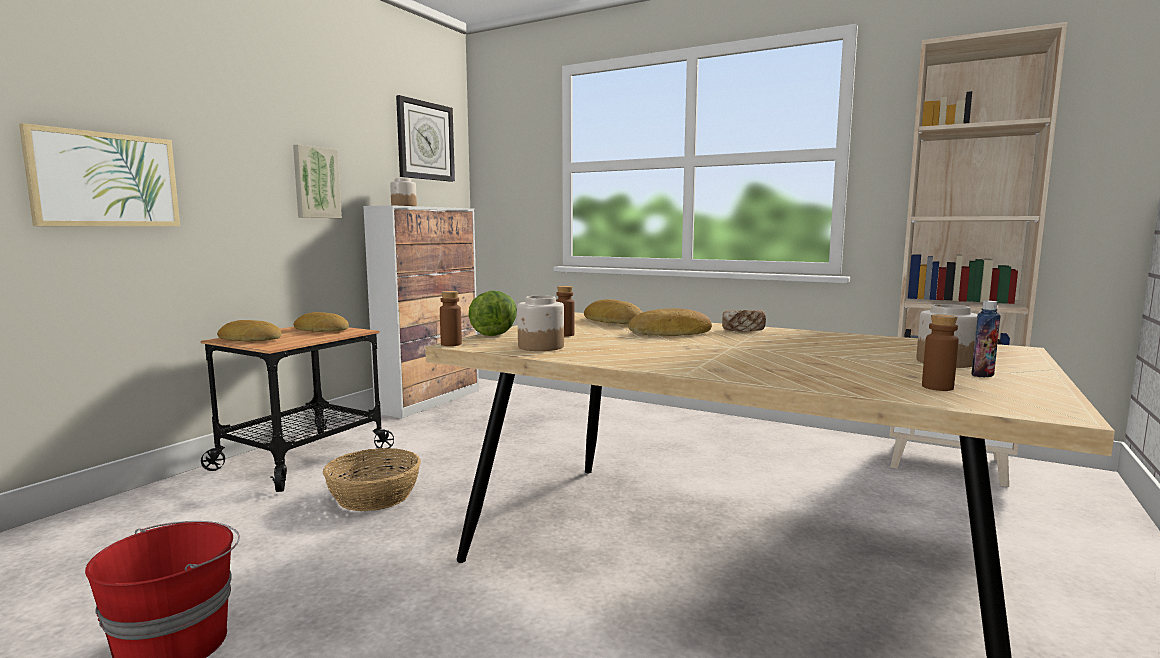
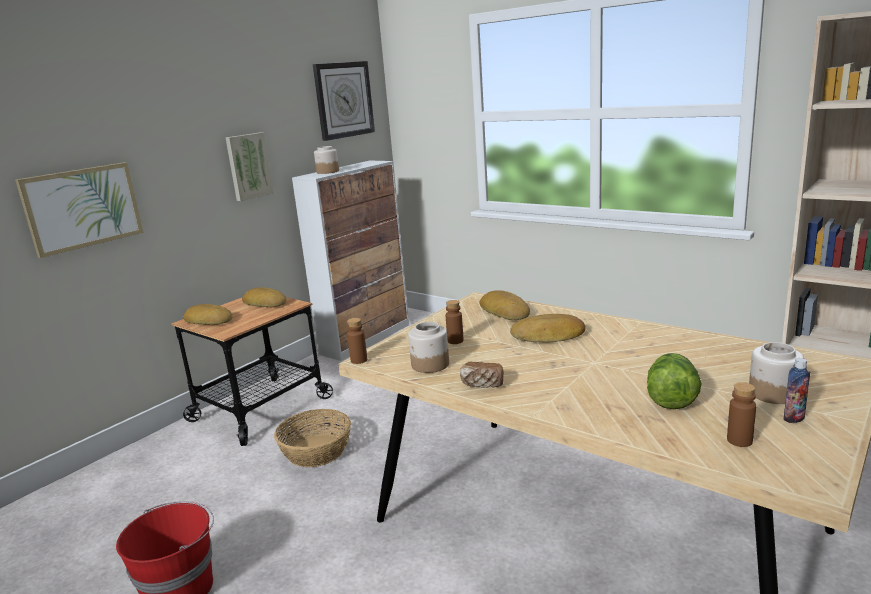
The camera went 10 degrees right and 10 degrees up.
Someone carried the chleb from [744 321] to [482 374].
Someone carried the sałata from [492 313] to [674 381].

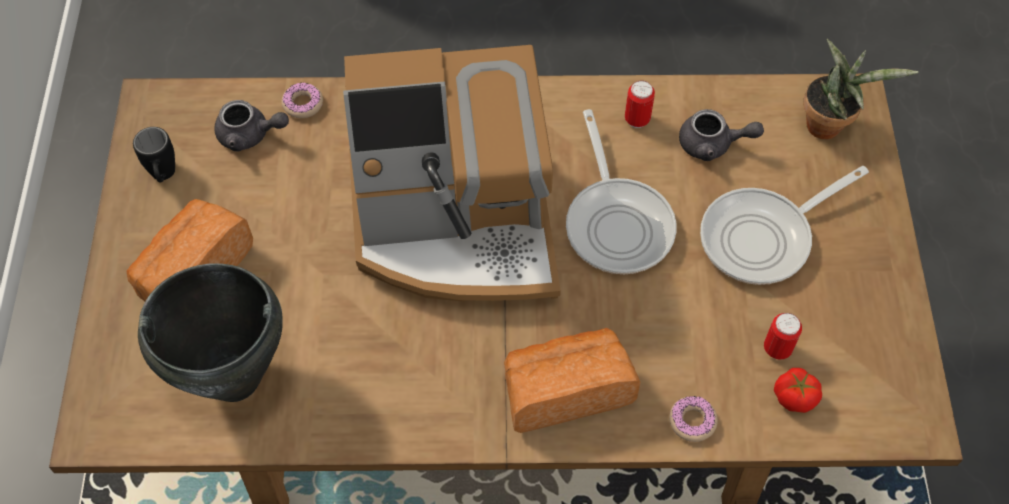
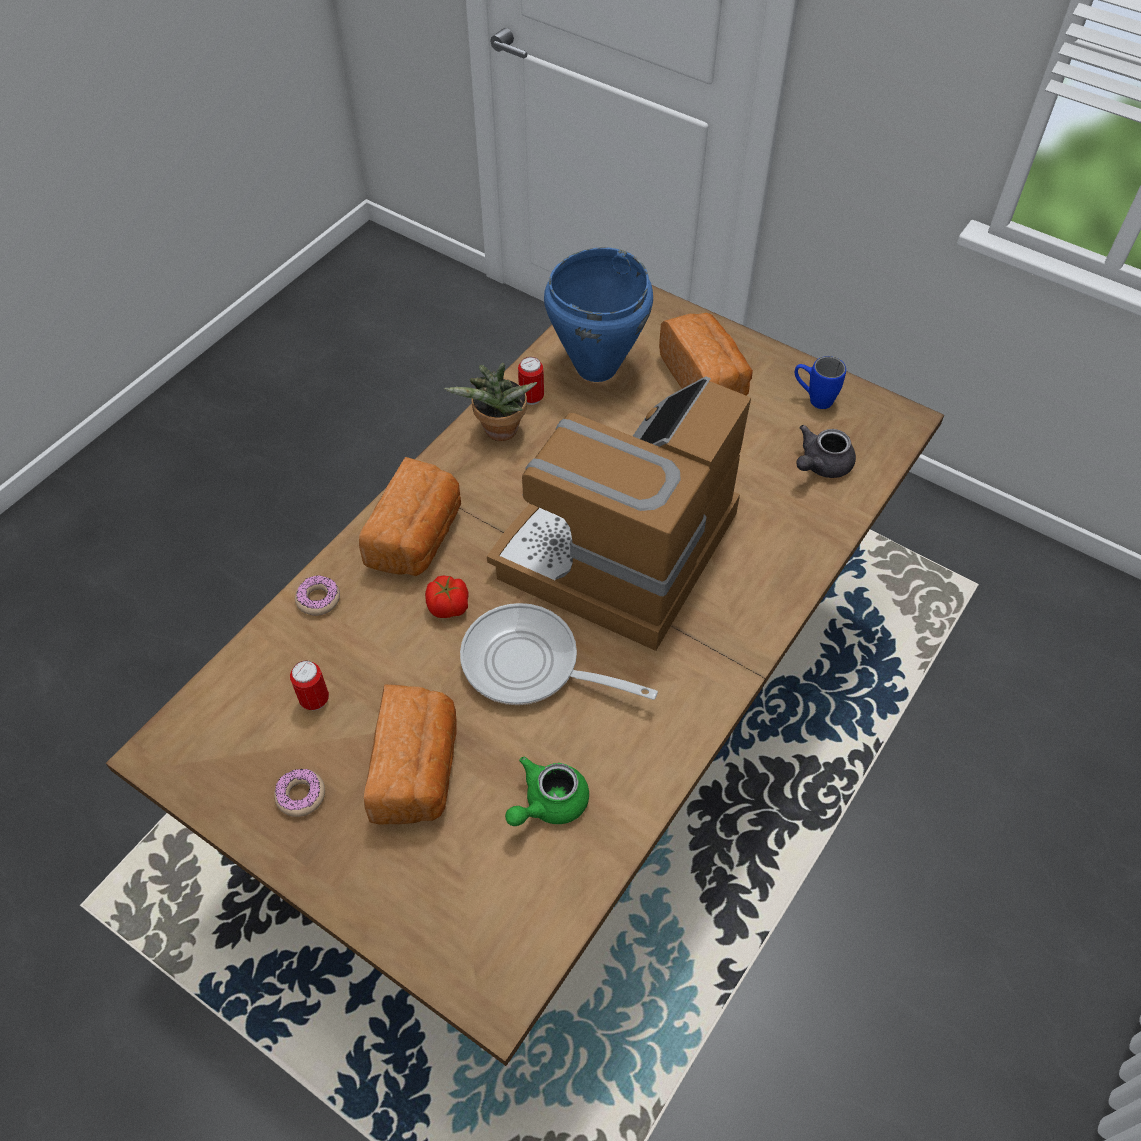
The camera went 125 degrees right and 5 degrees down.
Someone carried the donut from [302 100] to [299 793].
Someone swapped the patelnia at [784 225] for the chleb at [410 754].
Someone carried the pomidor from [798 390] to [447 596].
Someone carried the roślina doniczkowa from [860 89] to [491 402].
Someone repainted the imbryk (szary) at [721 135], which became the imbryk (zielony) at [547 791].
Someone carried the puszka from [640 104] to [531 381].
Someone repainted the garnek (czarny) at [210 332], which became the garnek (niebieski) at [598 314].
Someone repainted the kubek (czarny) at [154 155], which became the kubek (niebieski) at [820 382].

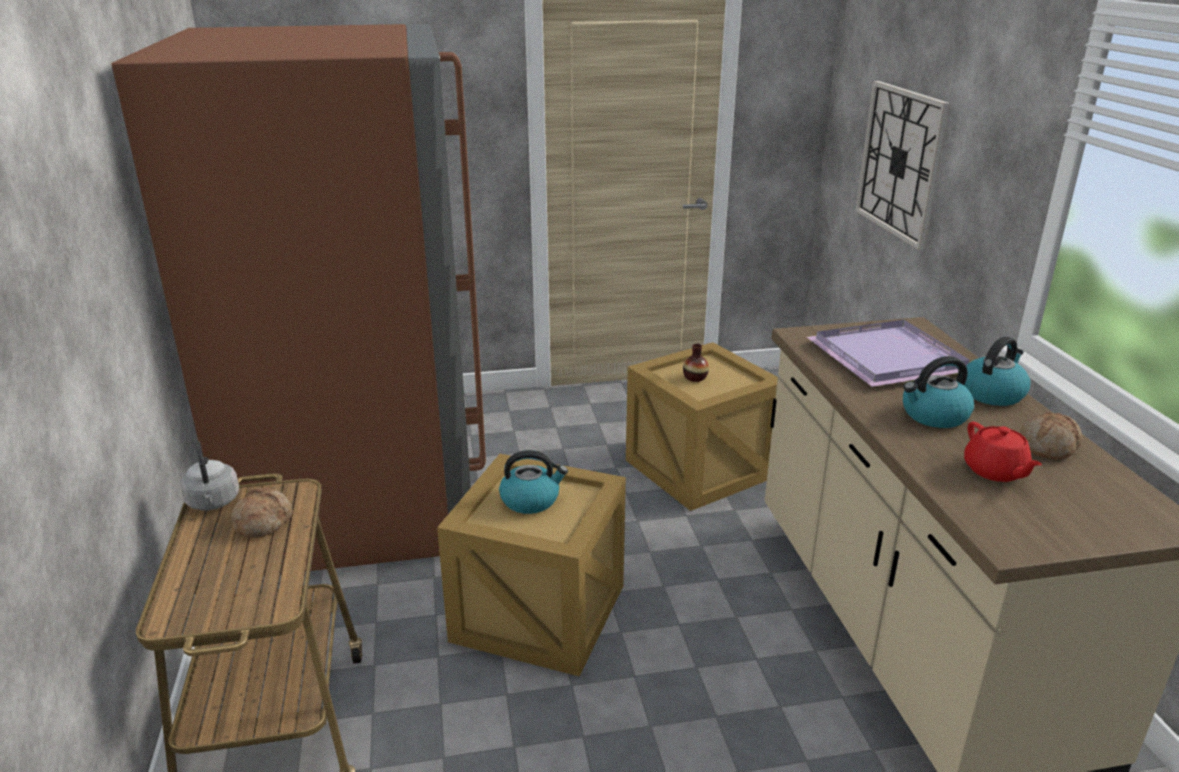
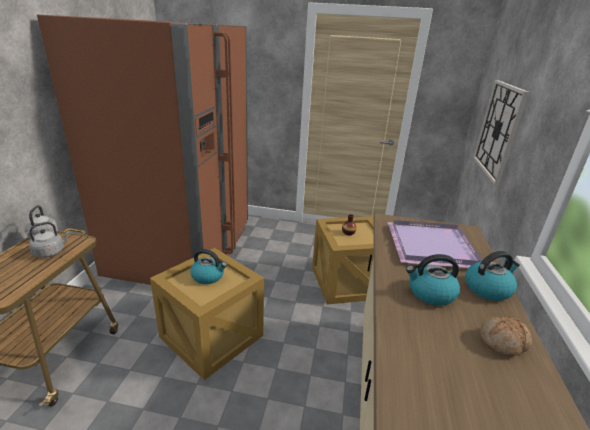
The camera went 20 degrees right and 0 degrees up.
Someone swapped the chleb at [262 513] for the czajnik (szary) at [50 240].
Someone took away the imbryk (czerwony) at [1003 452].

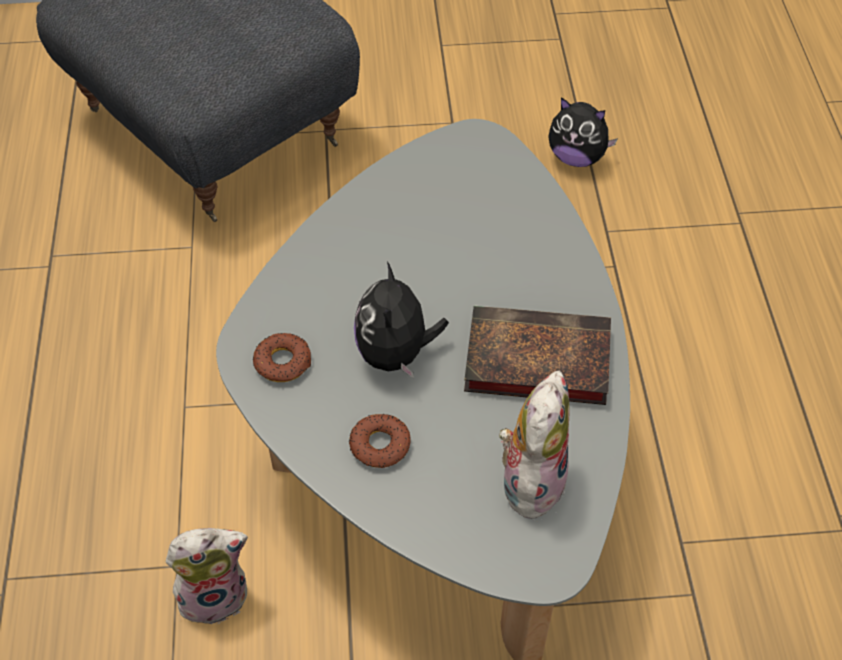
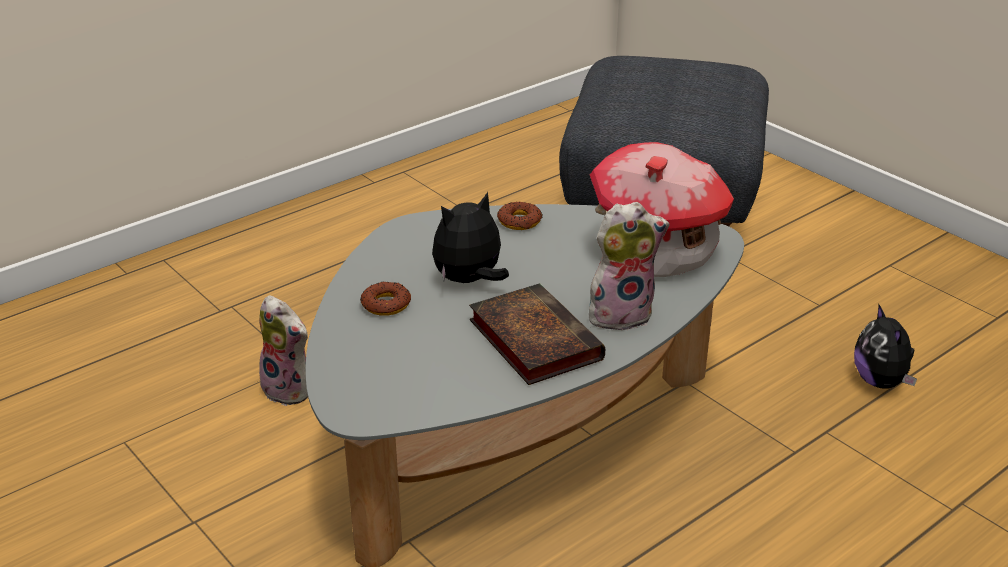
The camera went 55 degrees right and 20 degrees down.
Someone carried the donut from [282 357] to [520 215].
Someone carried the pluszak from [534 445] to [629 266].
Someone put down the domek at [662 209].

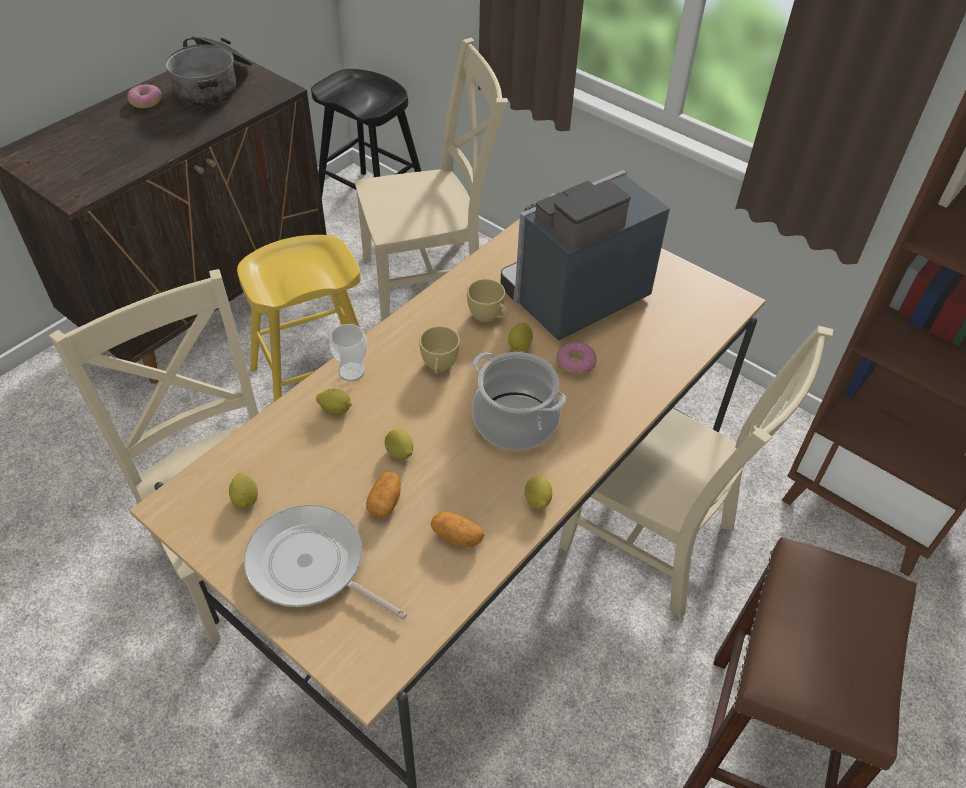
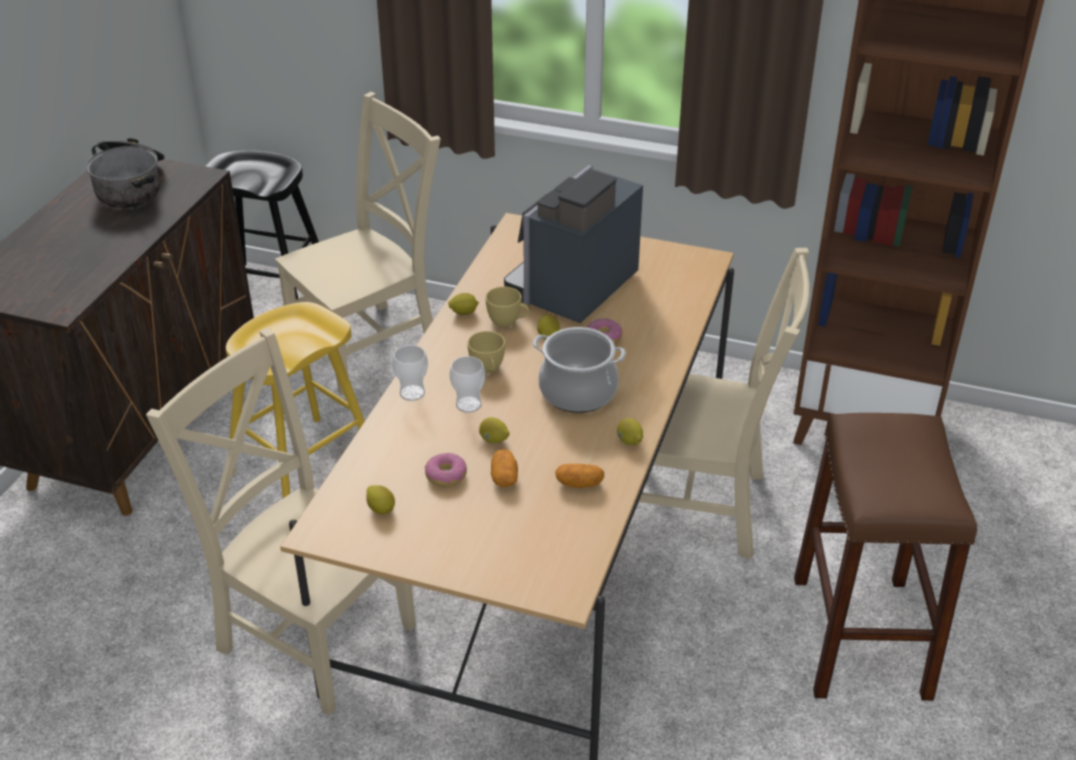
The camera went 20 degrees left and 10 degrees down.
Someone carried the donut from [144 96] to [446 470].
Someone carried the cytryna from [334 402] to [463 304].
Someone put down the filiżanka at [467 384].
Someone took away the patelnia at [325 562].

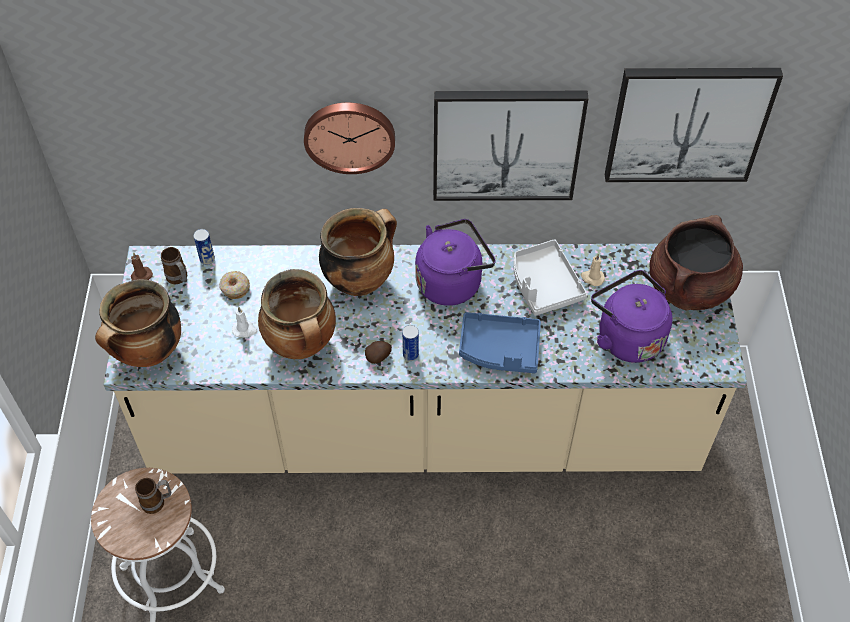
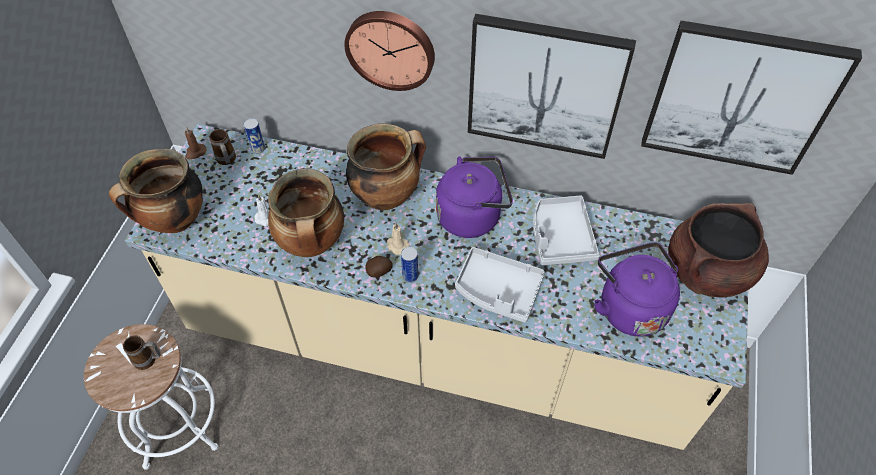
The camera went 15 degrees right and 0 degrees up.
Someone carried the świeca (beżowy) from [593 270] to [398 239].
Someone repainted the taca (niebieski) at [500 342], which became the taca (szary) at [500 285].
Someone took away the donut at [234 285].

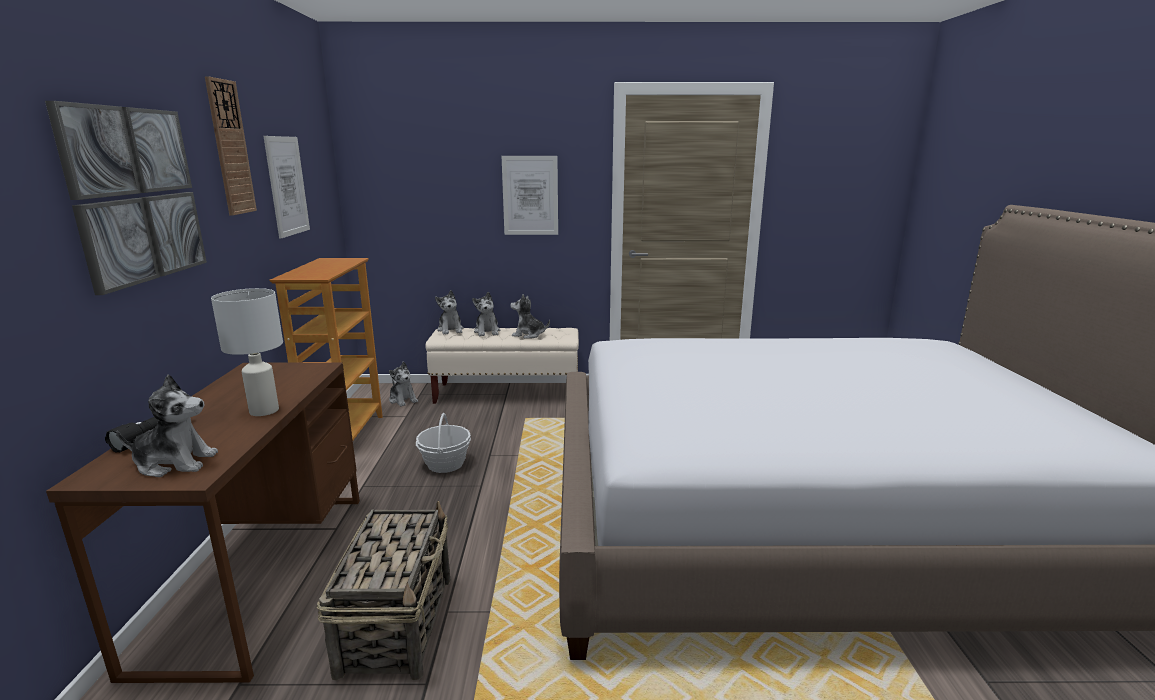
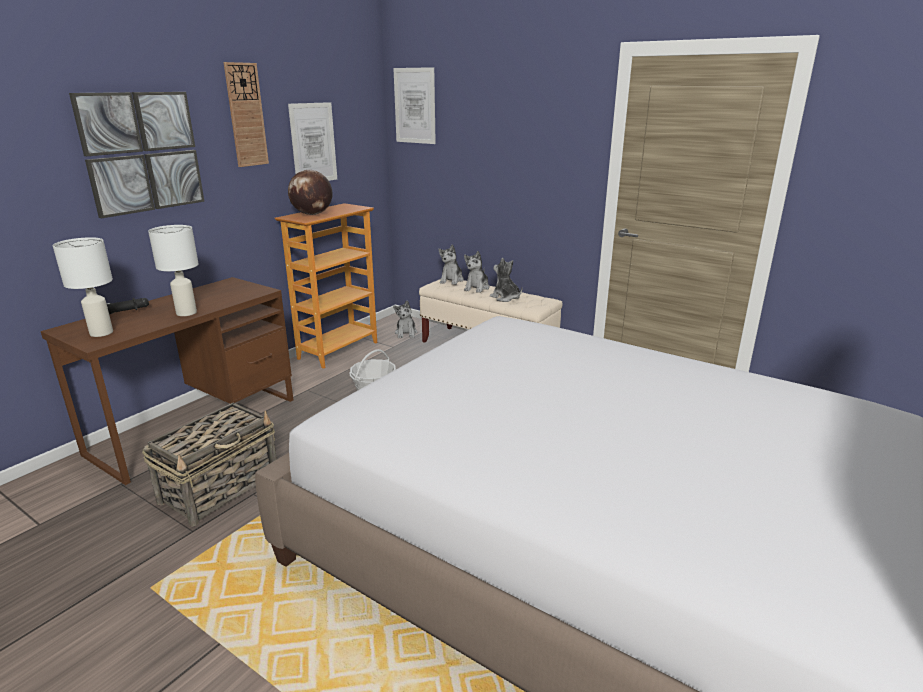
The camera went 35 degrees right and 5 degrees up.
Someone swapped the pluszak at [167 425] for the lampa stołowa (biały) at [83 287].
Someone put down the globus at [310 192].
Someone carried the obraz from [530 195] to [414 105].

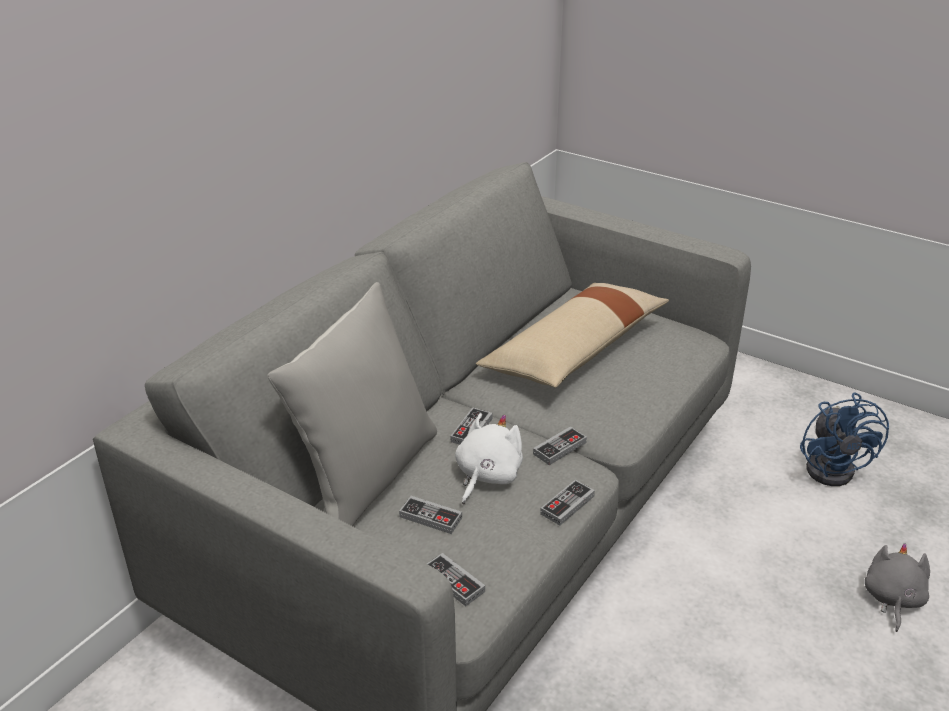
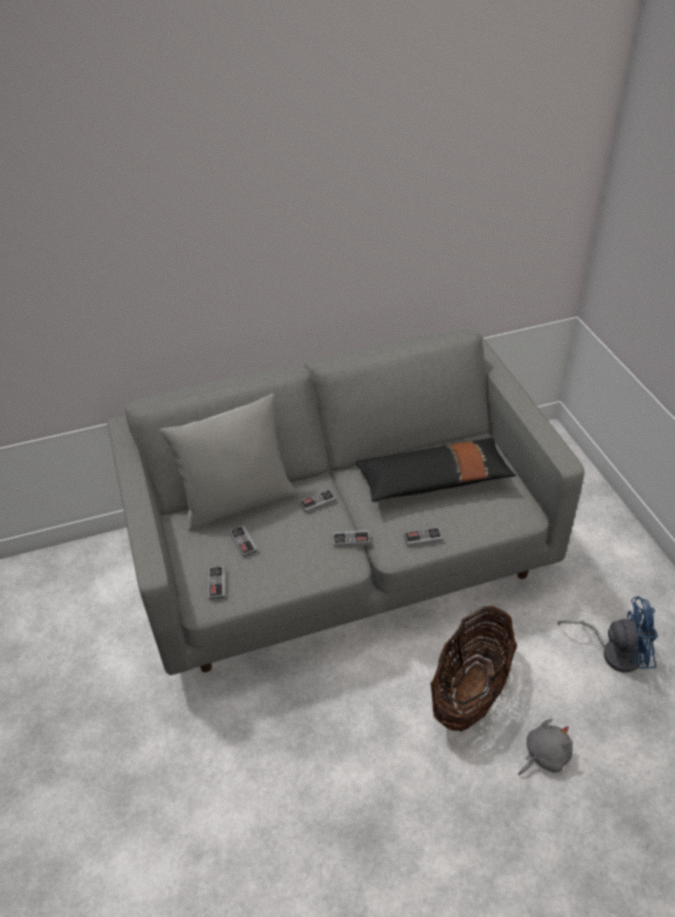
The camera went 40 degrees right and 10 degrees up.
Someone repainted the poduszka (beżowy) at [572 335], which became the poduszka (czarny) at [436 470].
Someone carried the pad do gier from [567 503] to [423 537].
Someone put down the koszyk at [473 668].
Someone rotated the wentylator (niebieski) at [844 439] by 120 degrees counterclockwise.
Someone took away the pluszak (biały) at [489 458].

